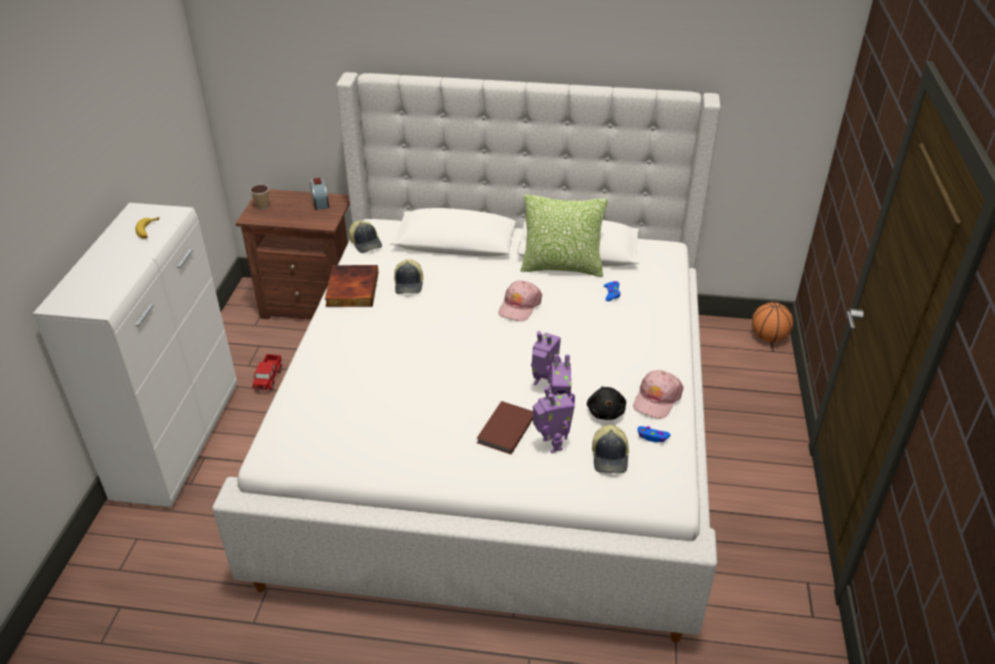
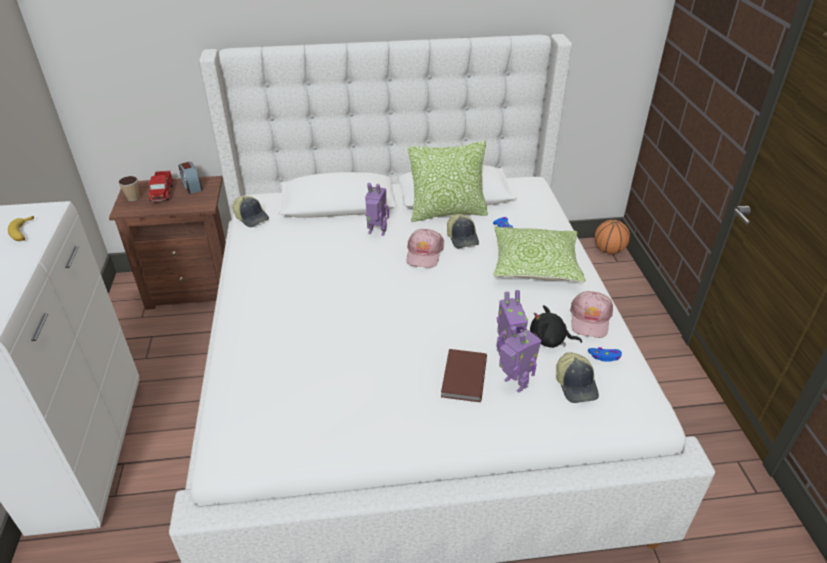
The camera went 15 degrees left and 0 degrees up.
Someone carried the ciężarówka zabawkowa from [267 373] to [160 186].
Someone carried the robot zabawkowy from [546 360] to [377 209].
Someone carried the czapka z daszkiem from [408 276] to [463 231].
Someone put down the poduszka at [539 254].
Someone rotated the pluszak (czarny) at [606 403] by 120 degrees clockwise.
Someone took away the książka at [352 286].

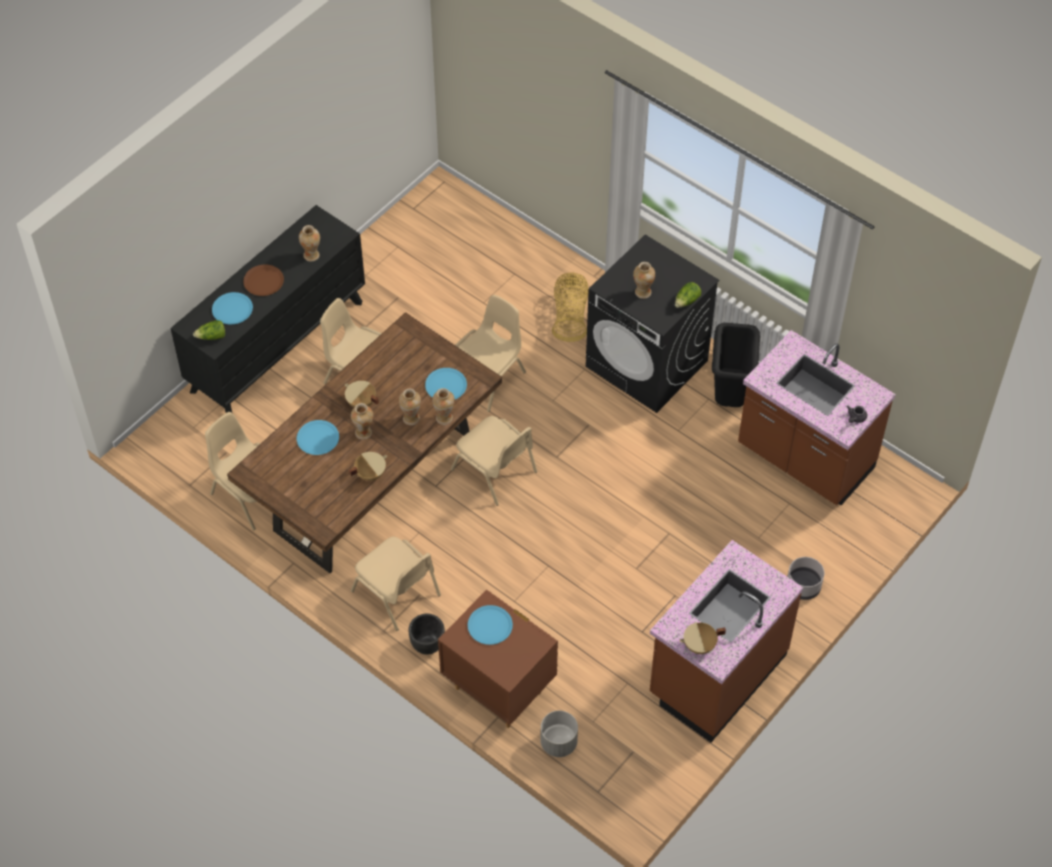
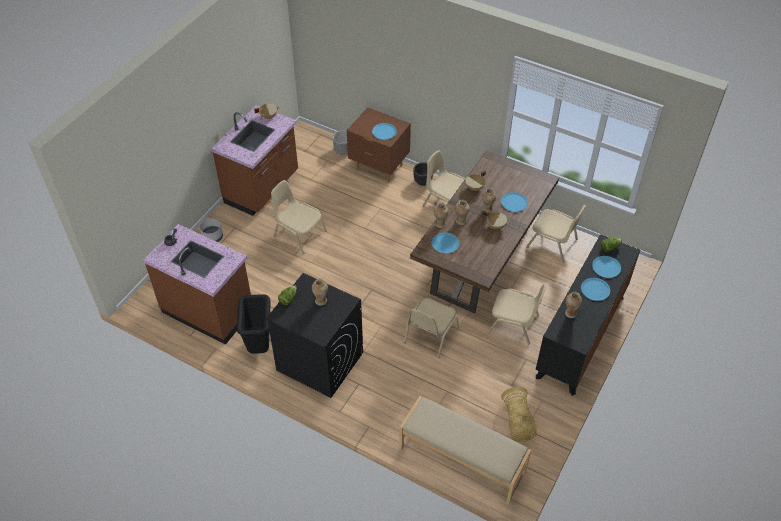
The camera went 170 degrees right and 5 degrees down.
Someone carried the krzesło (beżowy) from [494 461] to [299 217].
Someone put down the ławka (beżowy) at [465 451].
Someone carried the koszyk from [570 307] to [519 414].
Someone repainted the talerz (brązowy) at [263 280], which became the talerz (niebieski) at [595 289].

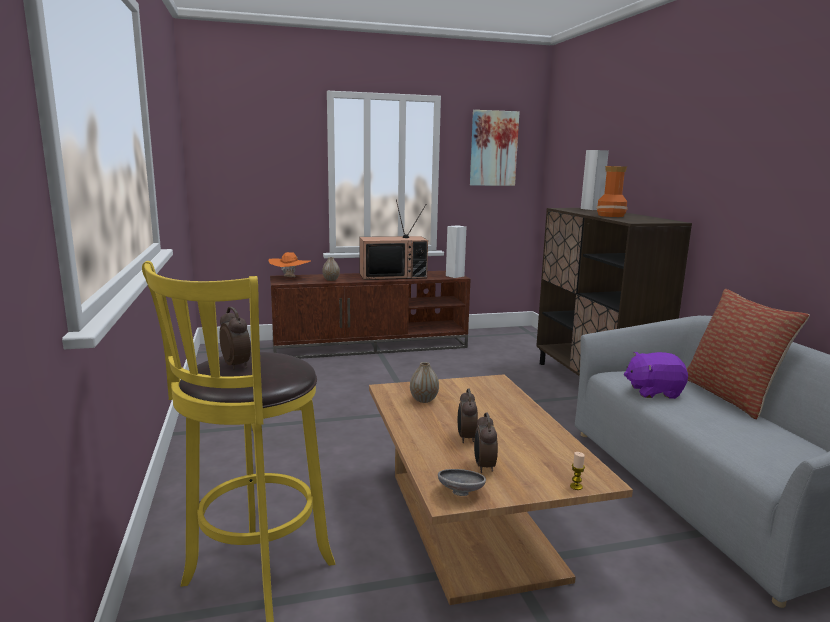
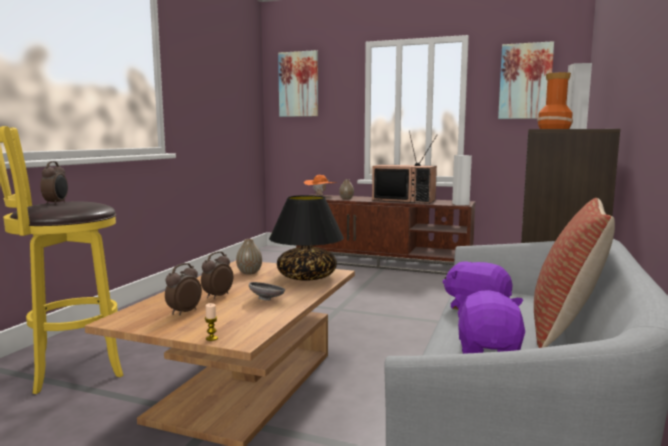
The camera went 35 degrees right and 5 degrees down.
Someone carried the miska (szary) from [462 482] to [267 291].
Someone put down the lampa stołowa (czarny) at [306 238].
Someone put up the obraz at [298 83].
Someone put down the pluszak (fioletowy) at [490 322].

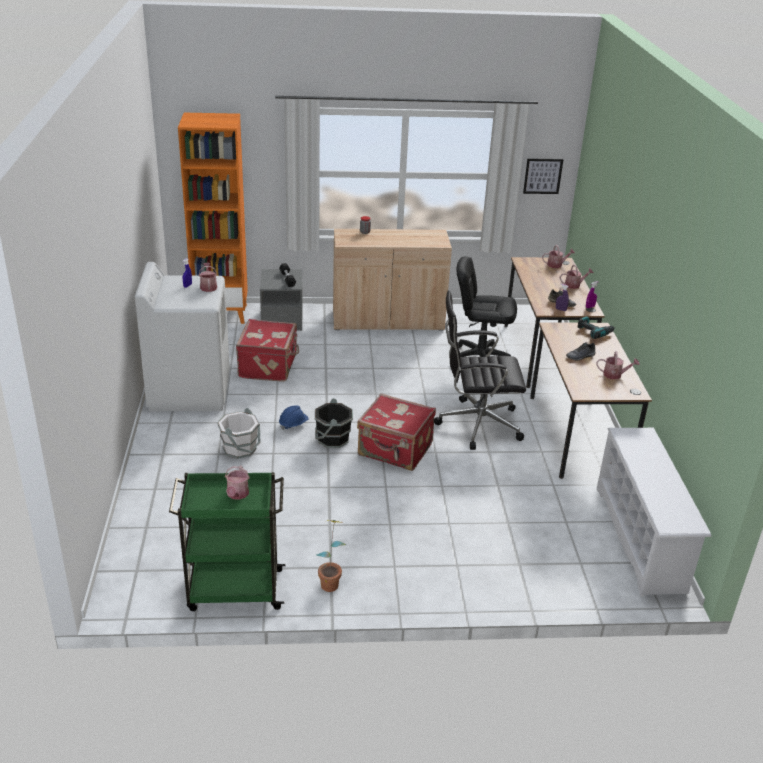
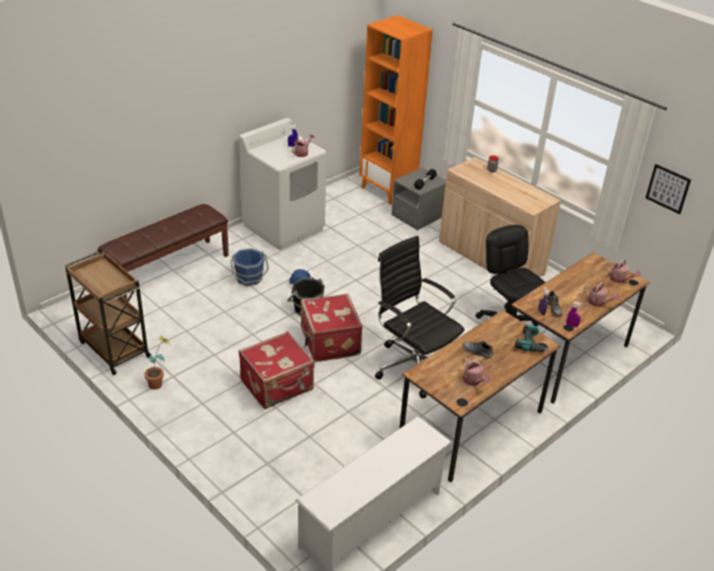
The camera went 50 degrees right and 5 degrees up.
Someone repainted the wózek (zielony) at [227 541], which became the wózek (brązowy) at [108 313].
Someone put down the ławka (brązowy) at [163 252].
Someone repainted the wiadro (biały) at [238 433], which became the wiadro (niebieski) at [250 267].
Someone carried the walizka (czerwony) from [267 350] to [276 370].
Someone took away the konewka at [237 482].

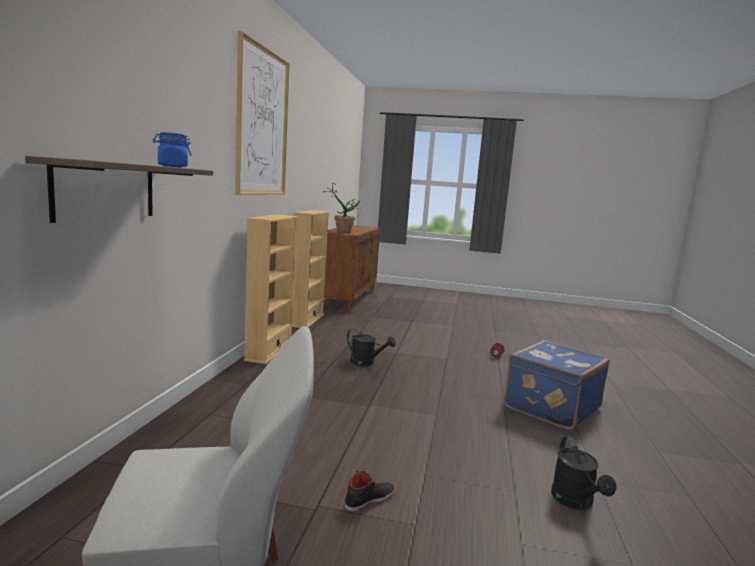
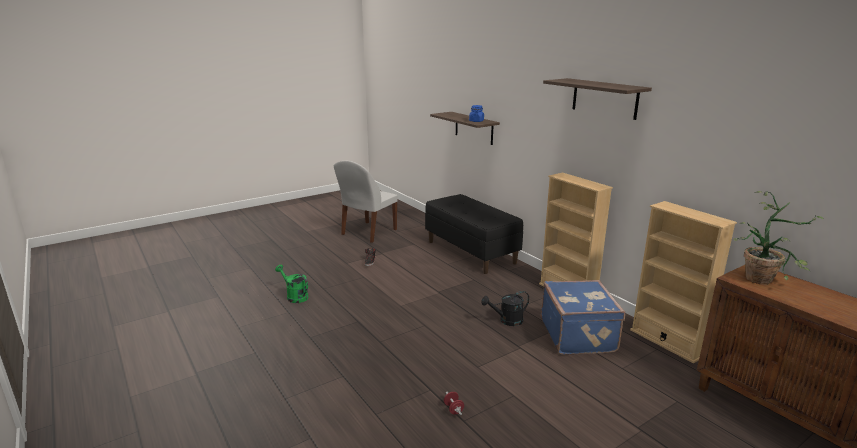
The camera went 135 degrees right and 10 degrees up.
Someone repainted the konewka (czarny) at [583 473], which became the konewka (zielony) at [291 284].
Someone put down the ławka (czarny) at [474 234].
Someone carried the walizka (niebieski) from [557 385] to [583 317].
Someone swapped the obraz at [262 113] for the półka at [597 99].

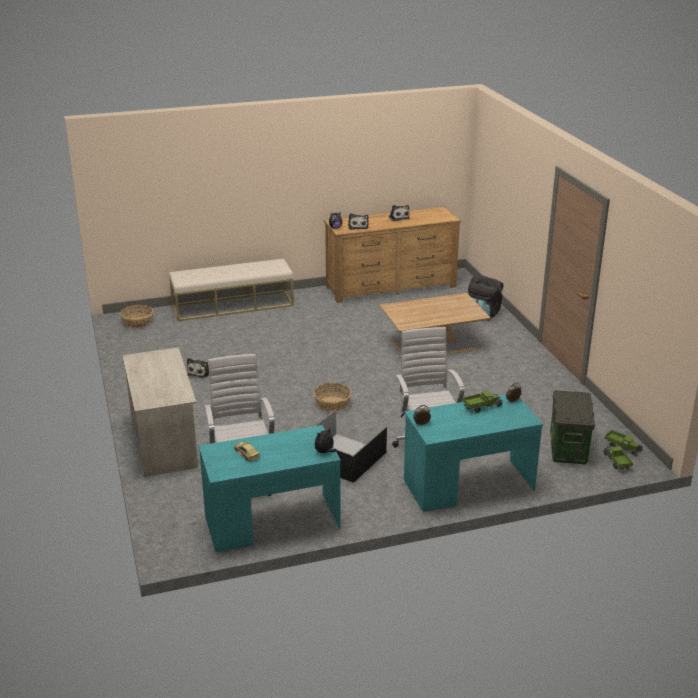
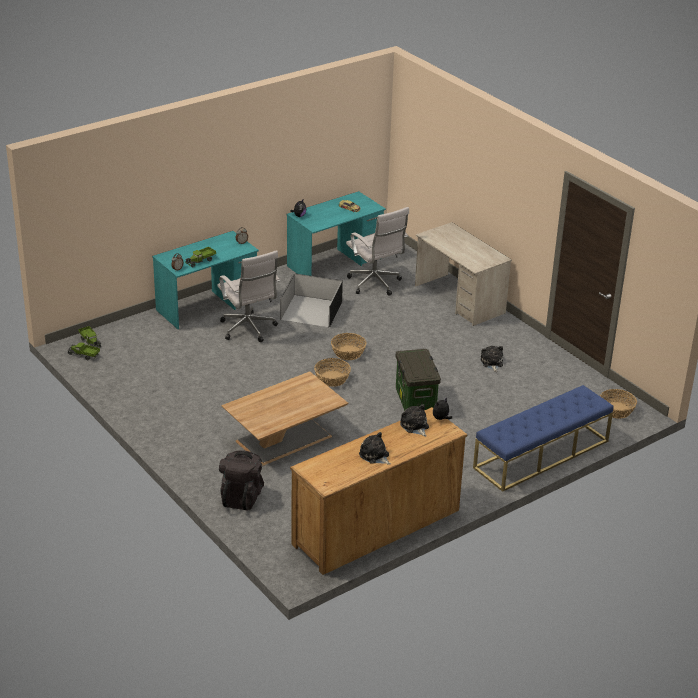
The camera went 160 degrees right and 5 degrees up.
Someone put down the koszyk at [332 372].
Someone carried the pojemnik do przechowywania from [572 427] to [418 380].
Someone repainted the ławka (beżowy) at [231 290], which became the ławka (niebieski) at [543 438].

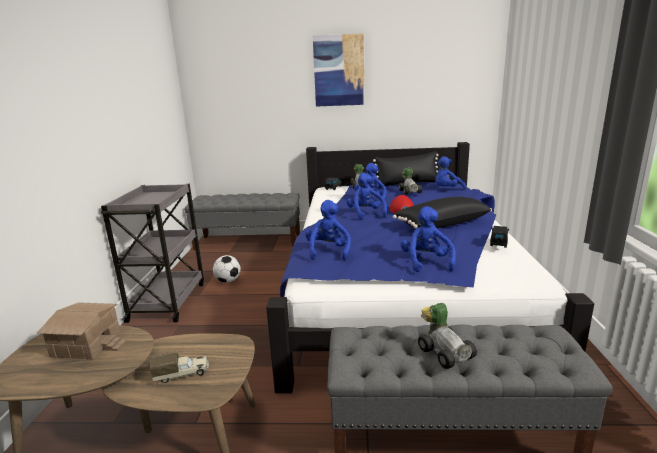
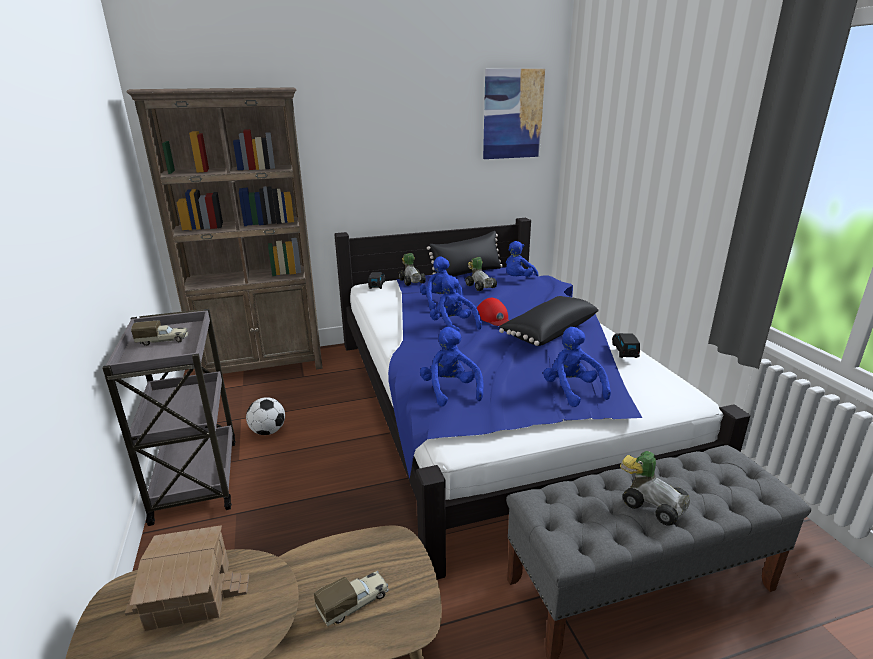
The camera went 20 degrees left and 5 degrees up.
Someone swapped the ławka (szary) at [242 221] for the regał (brązowy) at [225 230].
Someone put down the ciężarówka zabawkowa at [160 333].
Someone carried the obraz from [339 70] to [514 114].

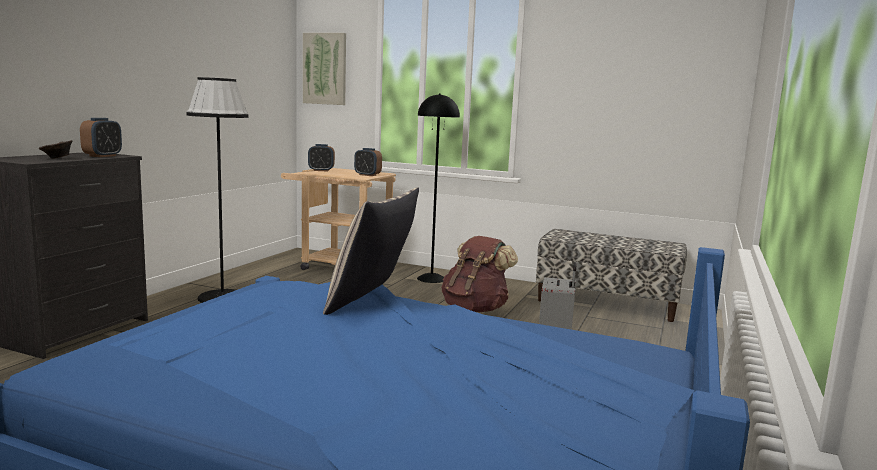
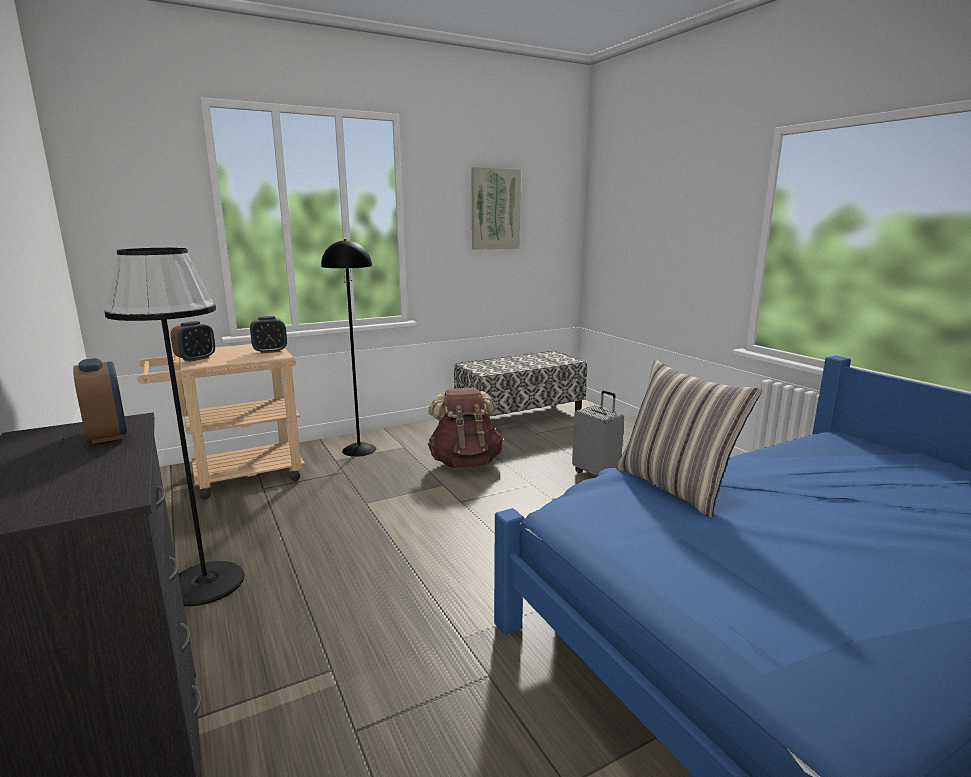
The camera went 50 degrees left and 5 degrees up.
Someone carried the obraz from [324 69] to [496 208].
Someone took away the miska (brązowy) at [55 149].

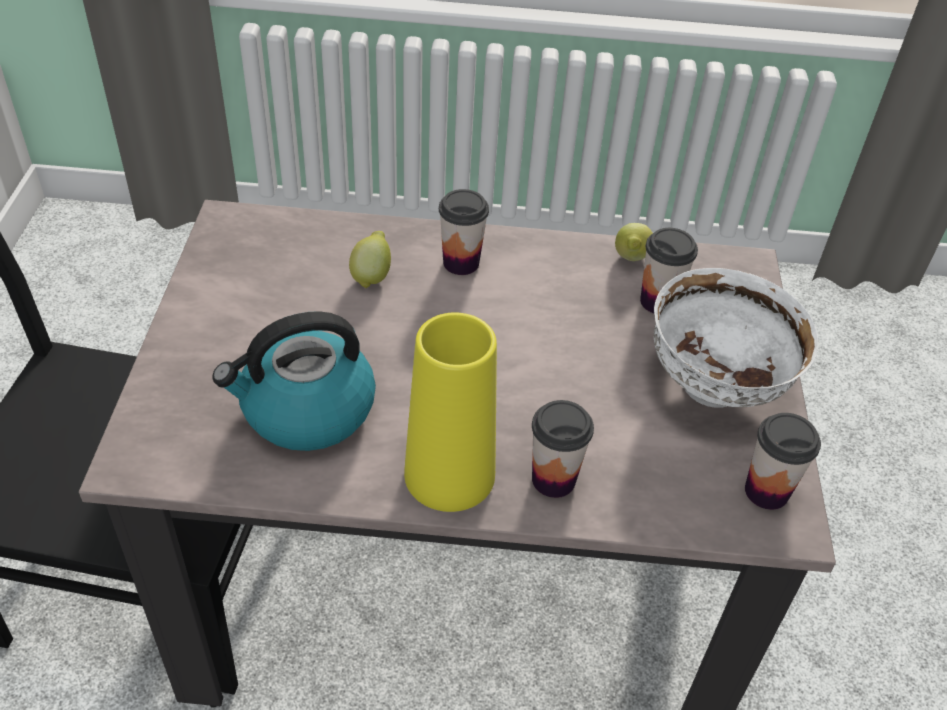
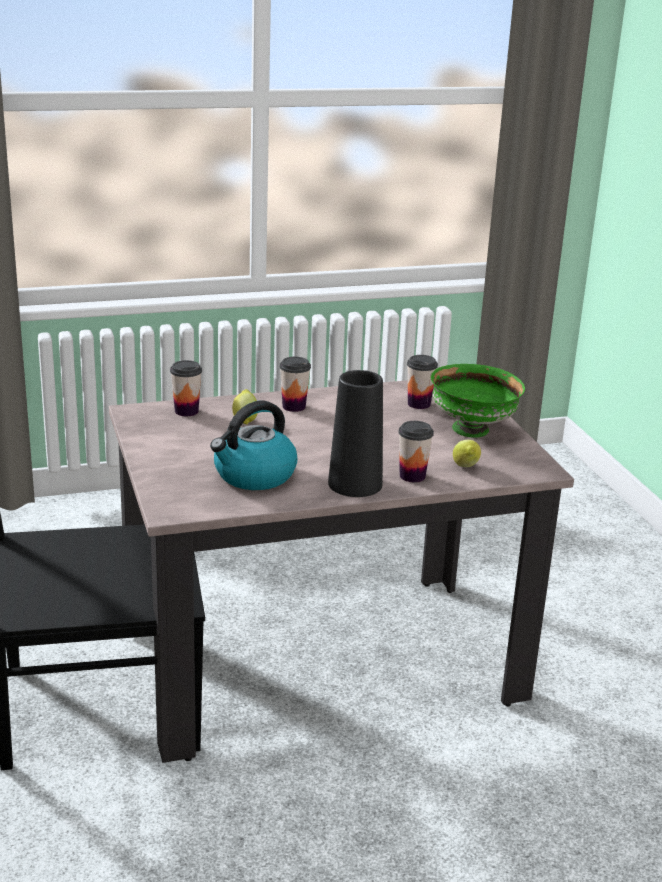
The camera went 20 degrees left and 20 degrees down.
Someone carried the filiżanka from [783 461] to [186 388].
Someone repainted the wazon (żółty) at [450 412], which became the wazon (czarny) at [355 433].
Someone repainted the miska (biały) at [736 338], which became the miska (zielony) at [478 401].
Someone carried the cytryna from [634 242] to [467 453].

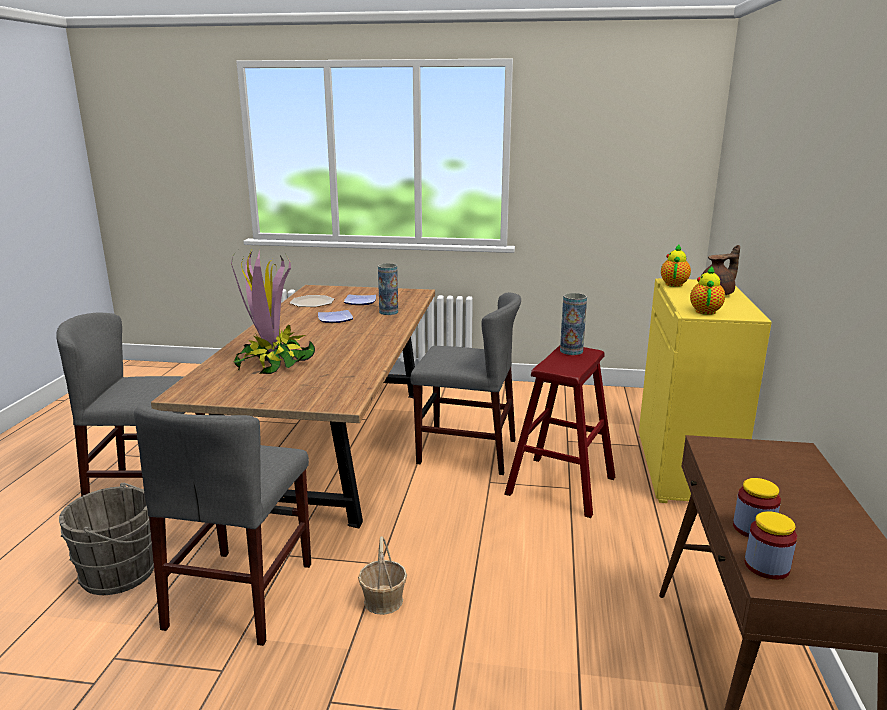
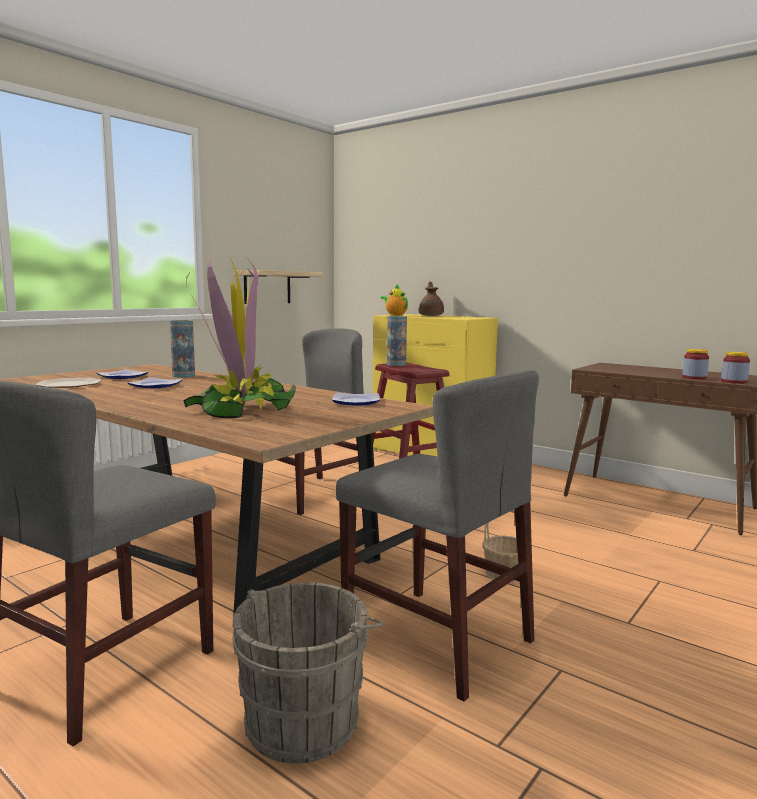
The camera went 60 degrees left and 10 degrees down.
Someone put up the półka at [278 287].
Someone put down the talerz at [356 399].
Someone took away the imbryk at [707 290].

